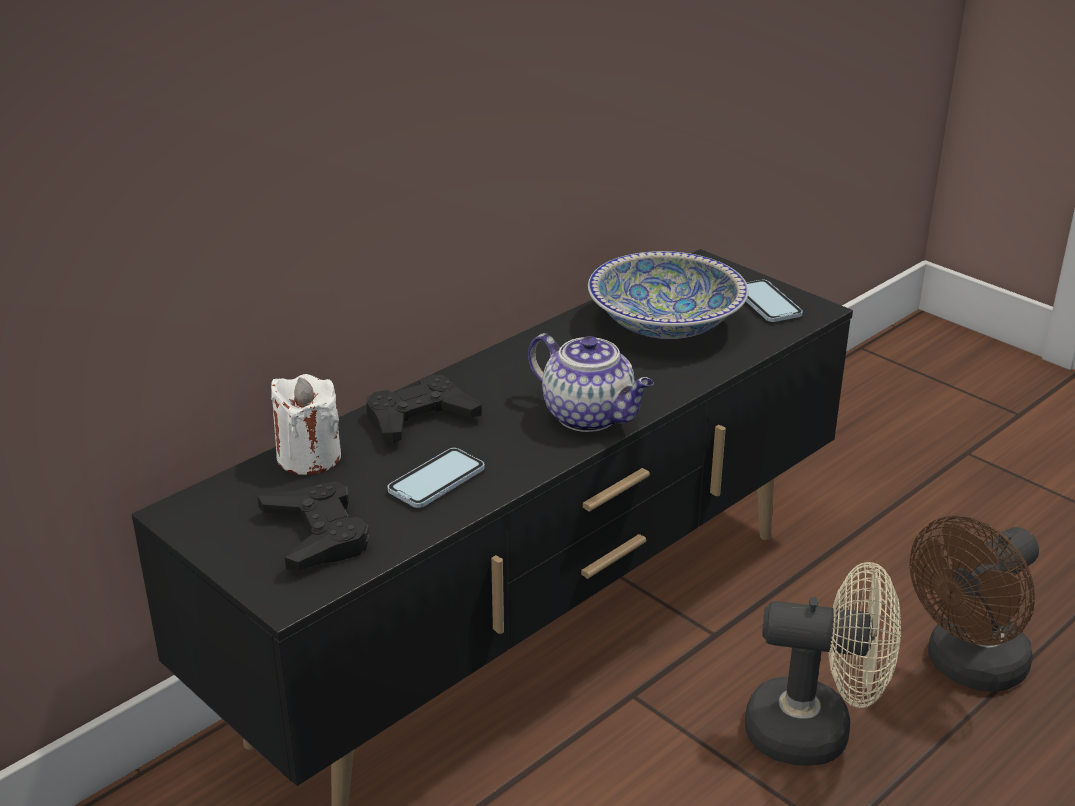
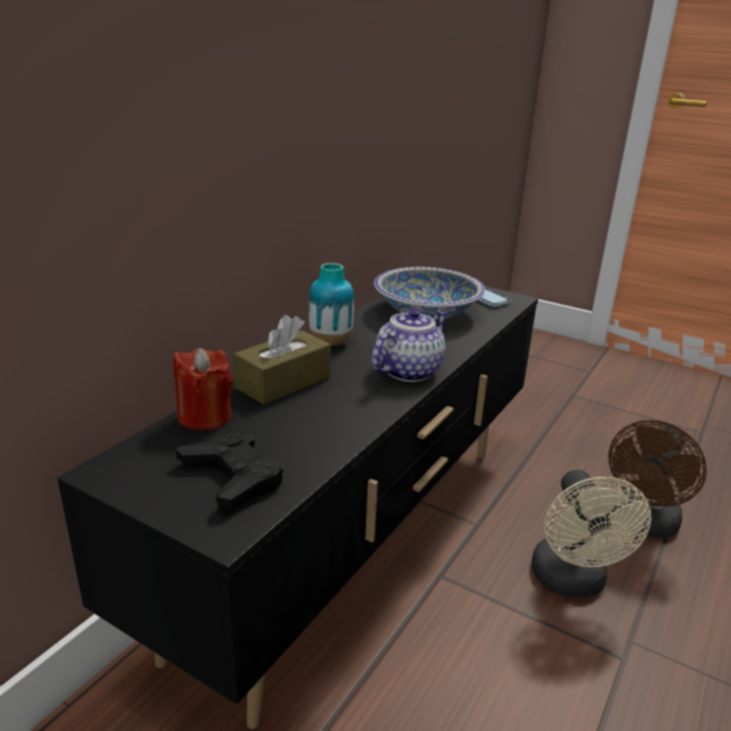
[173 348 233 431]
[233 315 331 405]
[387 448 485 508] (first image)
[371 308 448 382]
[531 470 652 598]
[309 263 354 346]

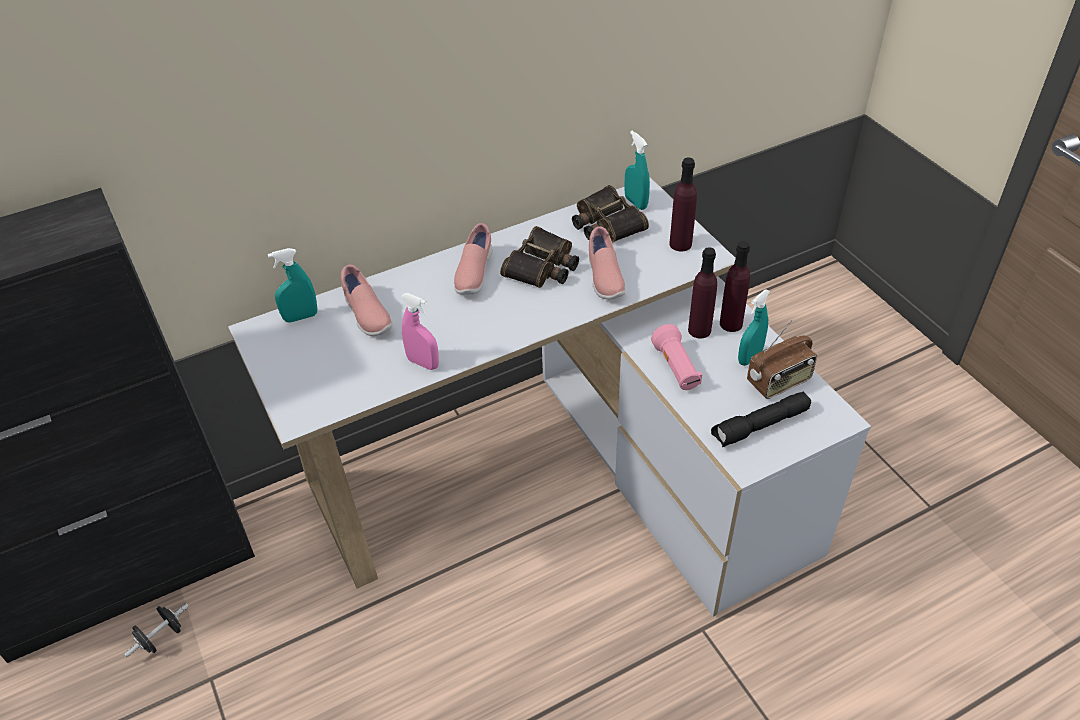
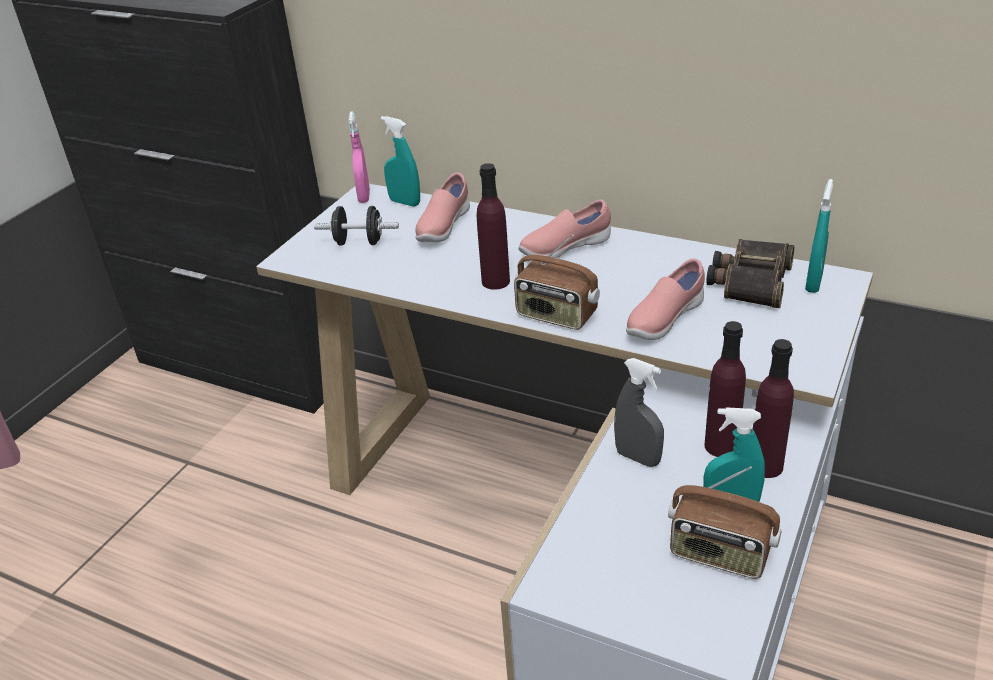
[314 206 399 246]
[348 111 370 203]
[500 226 579 288] (first image)
[614 358 664 467]
[477 163 510 290]
[711 392 811 447] (first image)
[514 234 600 330]

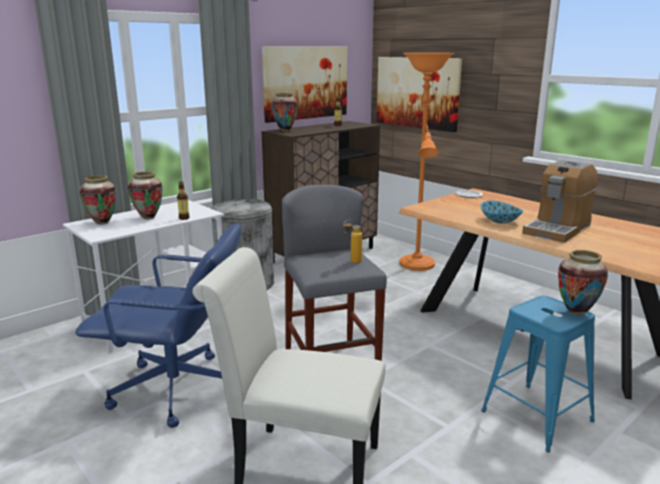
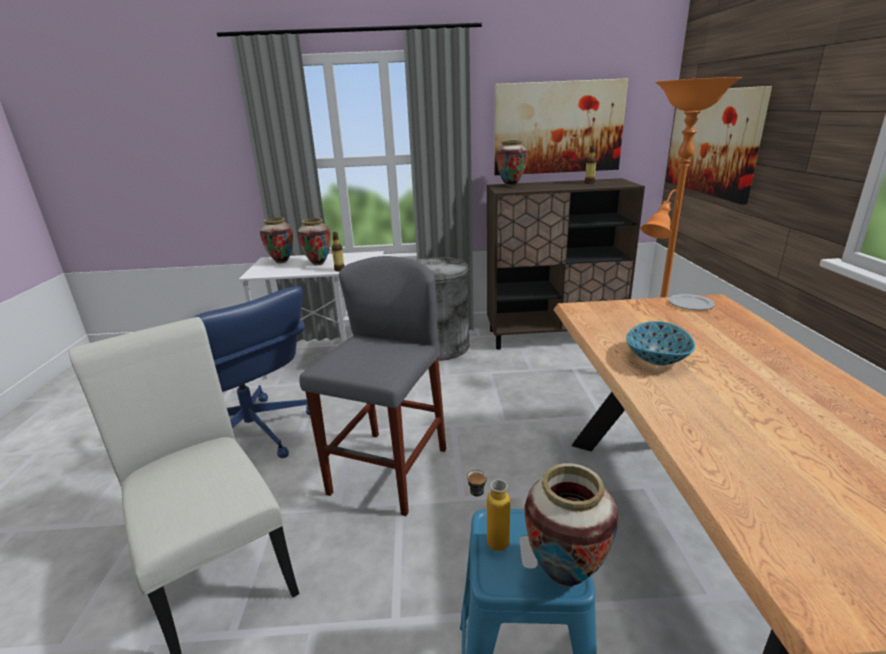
[467 469 510 551]
[522 160 598 243] (first image)

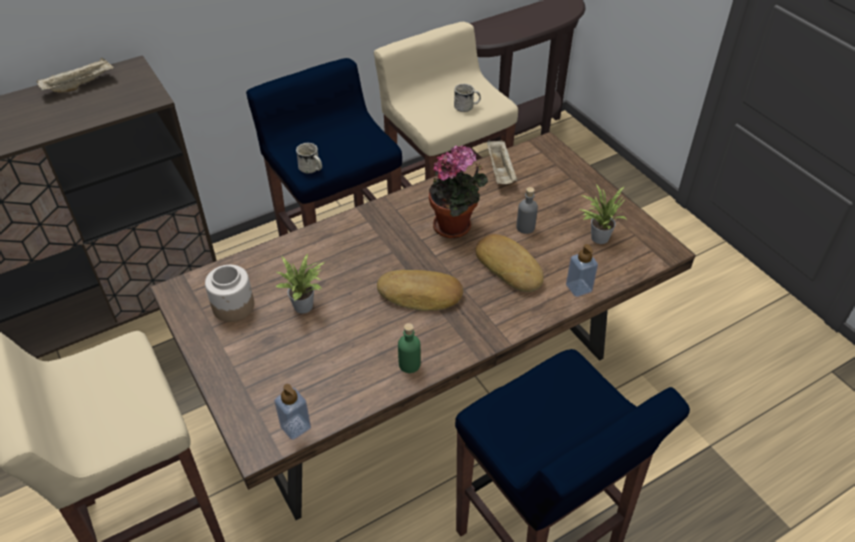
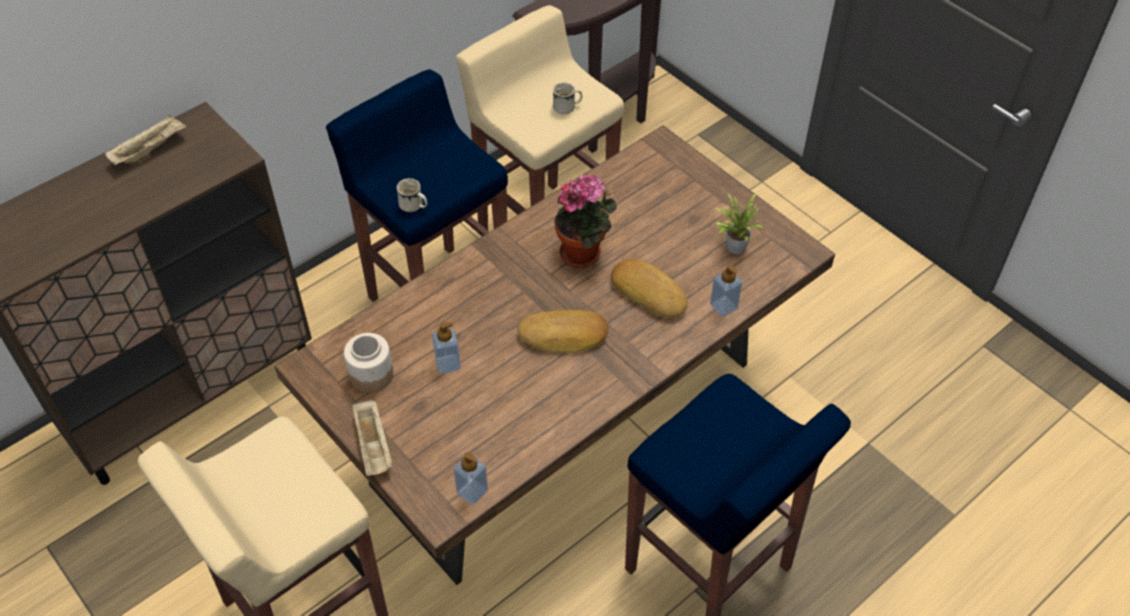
[432 322 461 374]
[398 323 421 373] (first image)
[353 399 393 476]
[516 187 538 234] (first image)

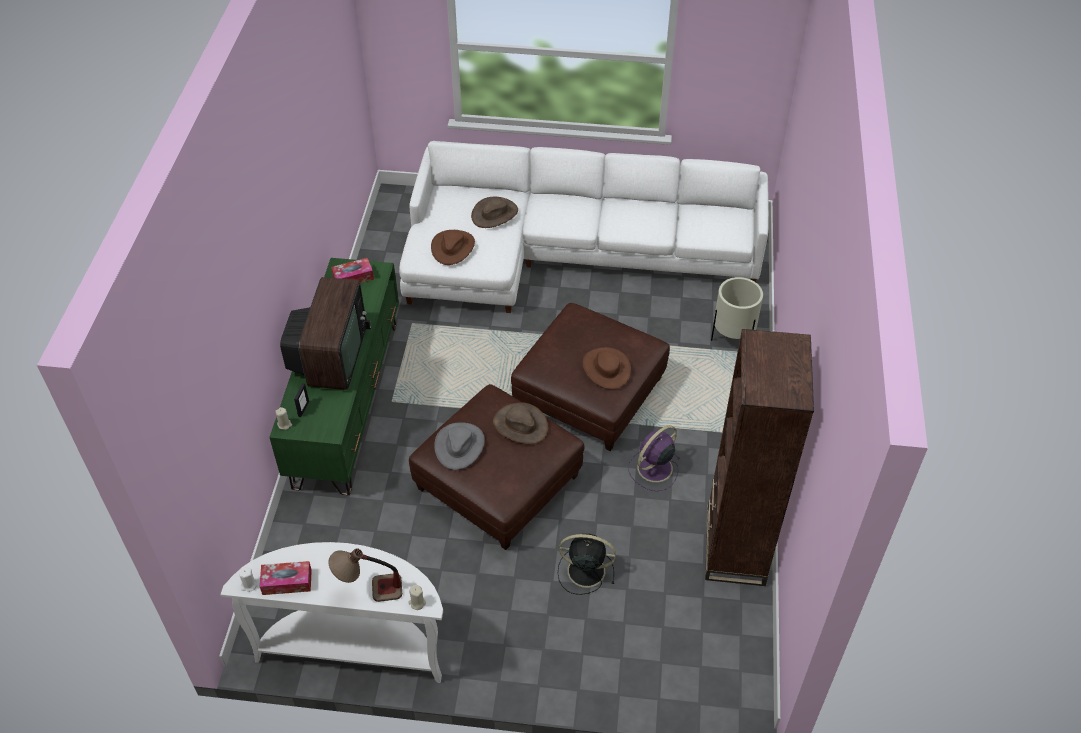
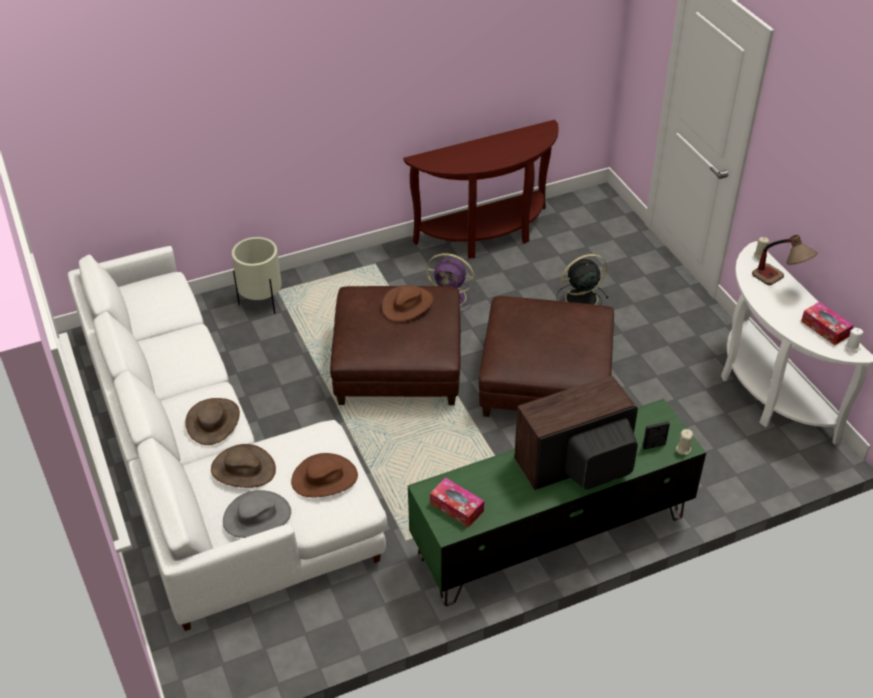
[223 490 291 538]
[186 398 240 445]
[556 254 609 305]
[403 120 559 259]

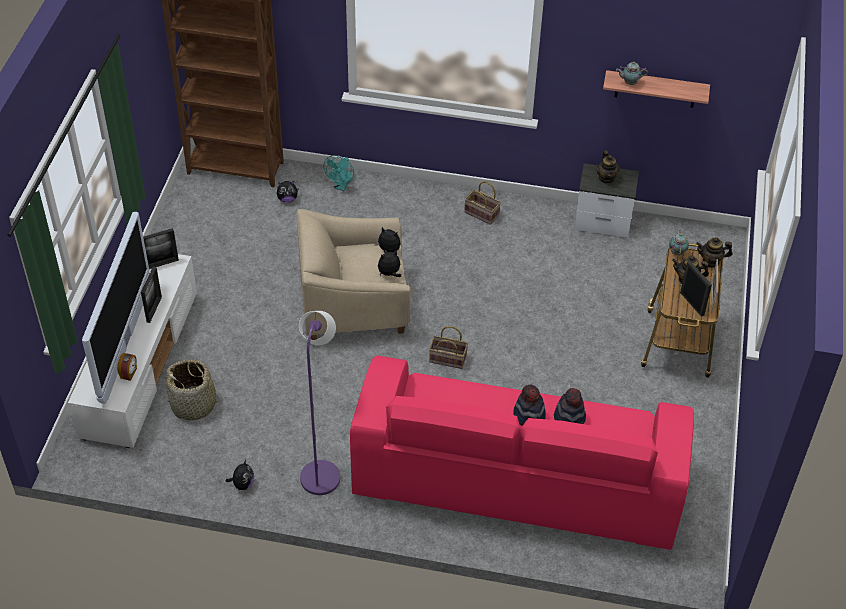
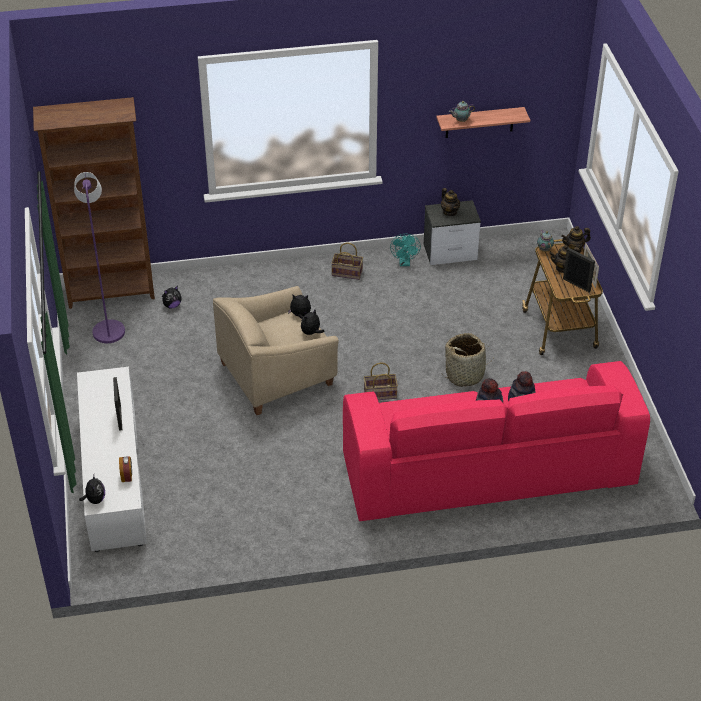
[82 212 150 404] (first image)
[143 228 179 269] (first image)
[442 333 493 387]
[79 476 105 504]
[74 172 125 343]
[390 234 421 266]

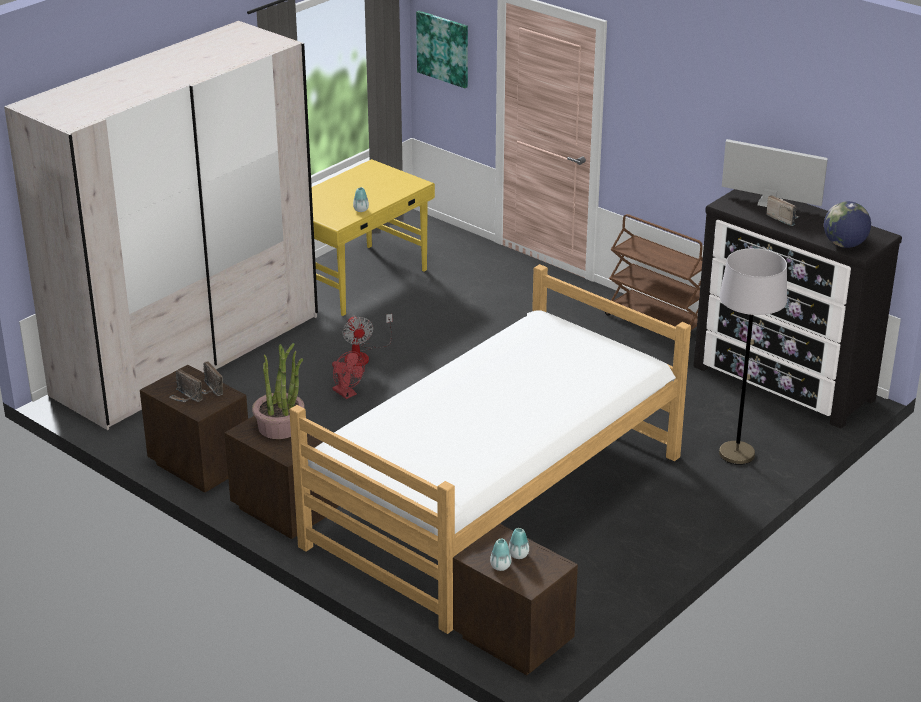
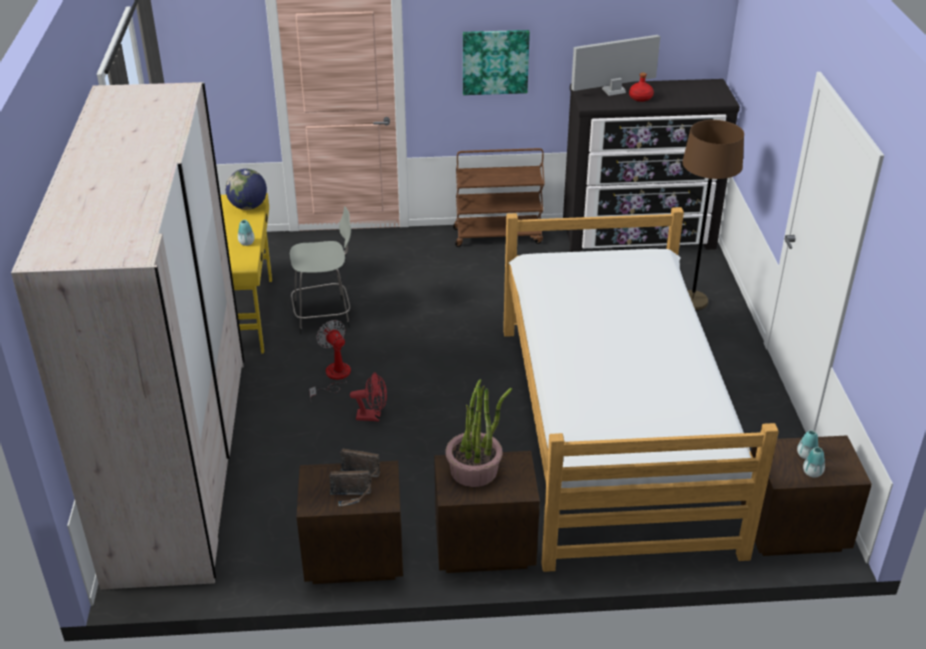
[309 320 351 403]
[463 30 530 95]
[682 120 744 311]
[629 73 654 102]
[225 169 267 210]
[290 206 351 334]

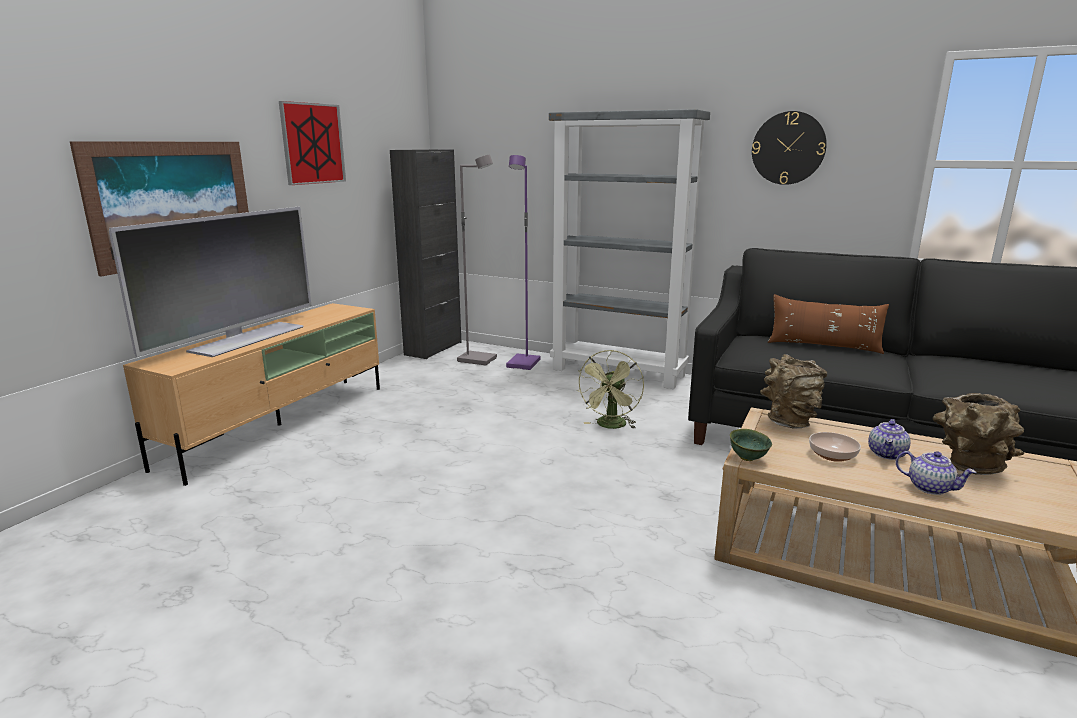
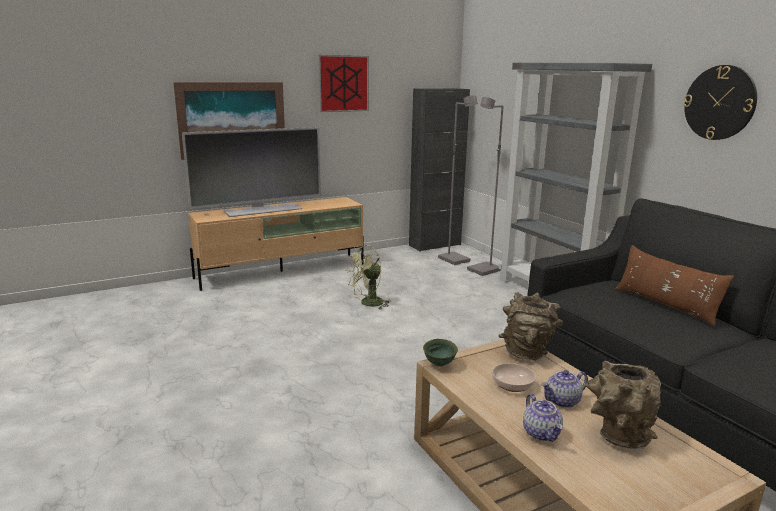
[467 97 504 276]
[346 245 391 309]

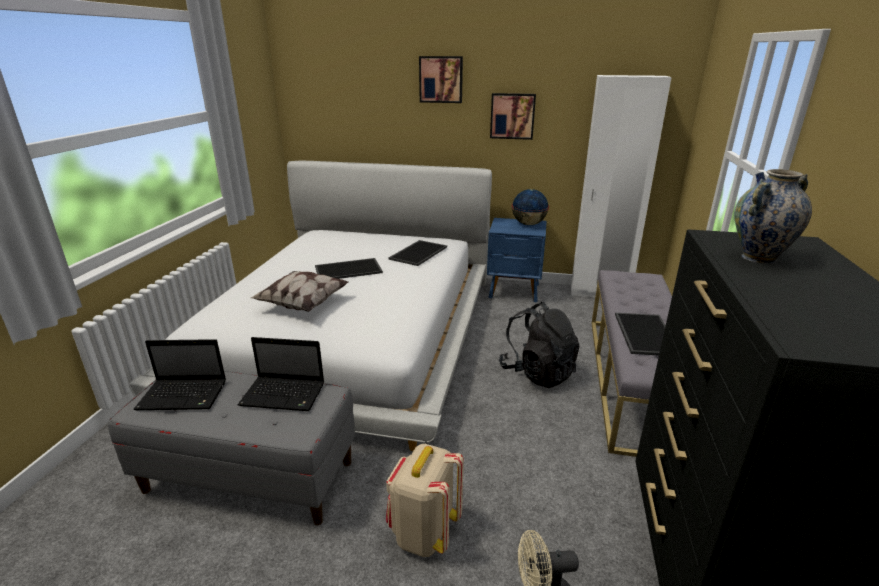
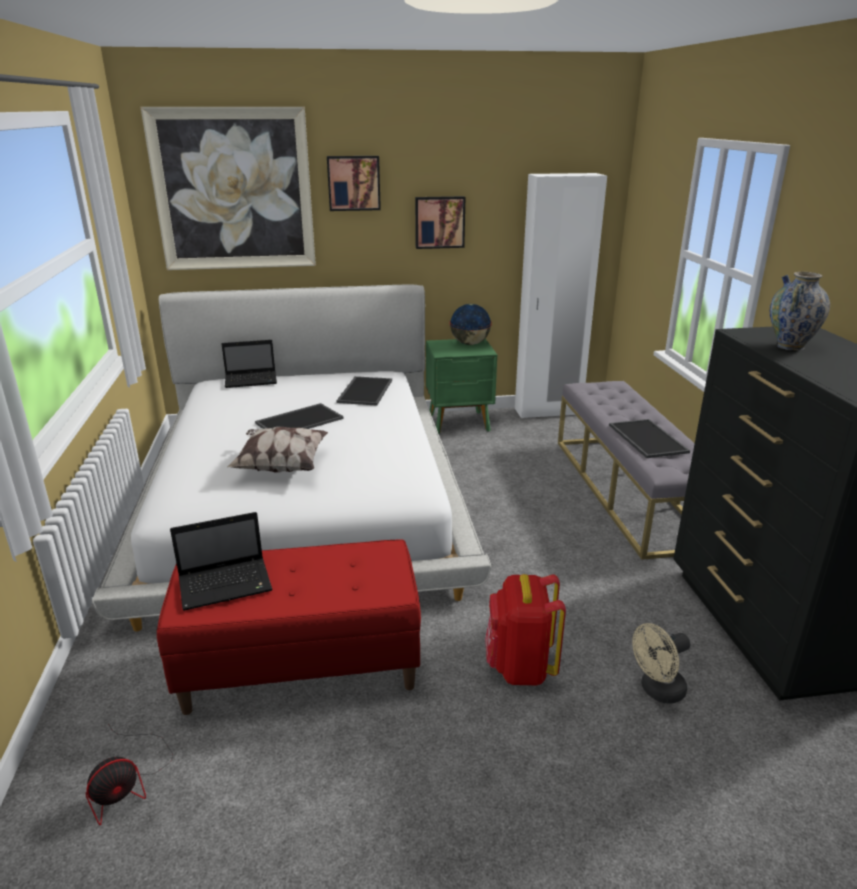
[157 539 421 715]
[222 340 277 388]
[485 574 566 685]
[426 339 497 434]
[499 302 579 388] (first image)
[85 724 173 825]
[141 107 316 270]

